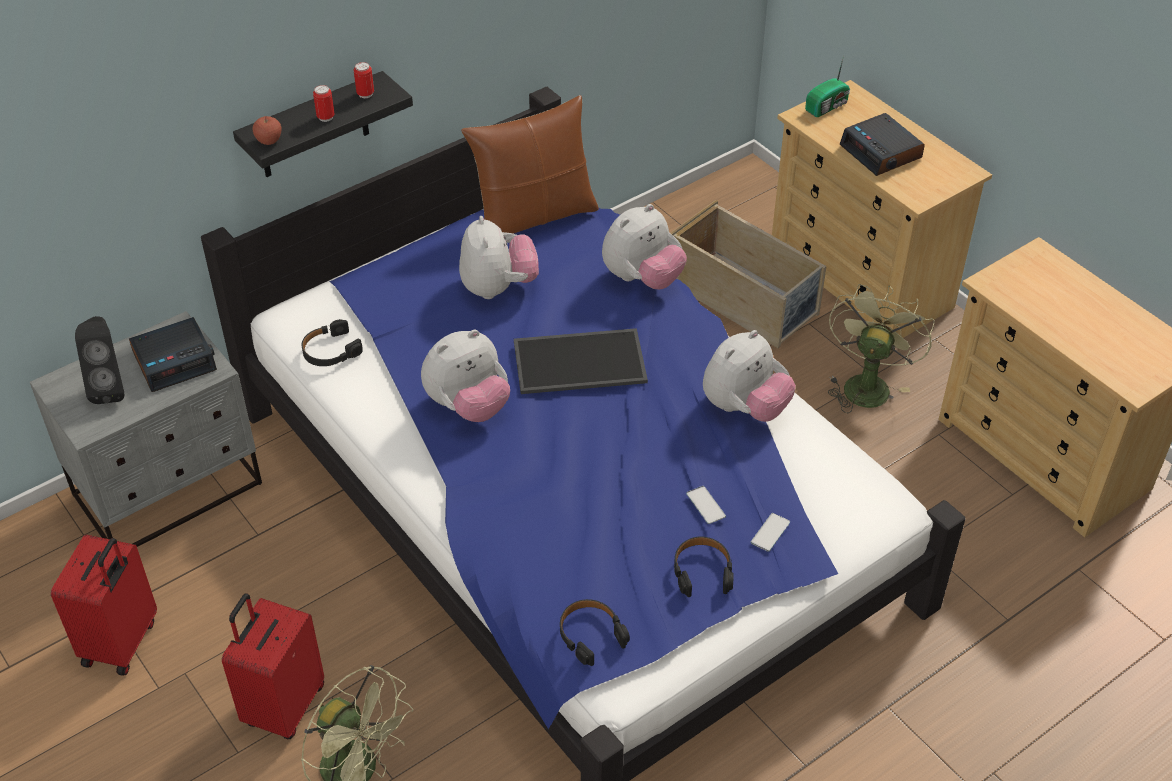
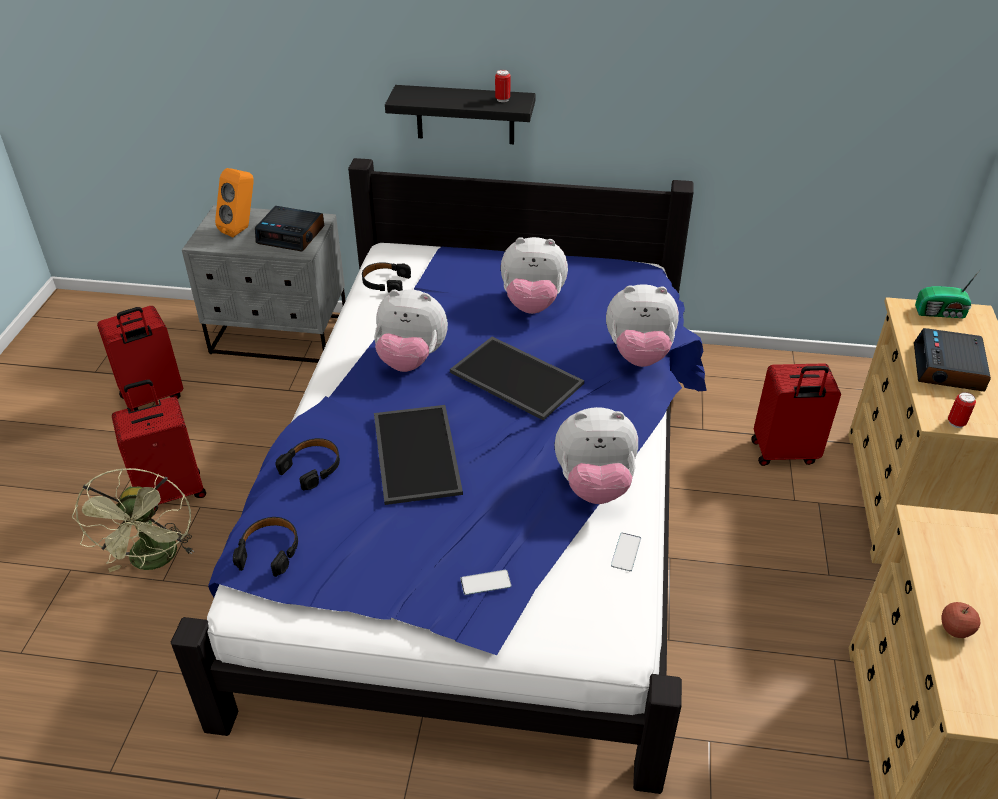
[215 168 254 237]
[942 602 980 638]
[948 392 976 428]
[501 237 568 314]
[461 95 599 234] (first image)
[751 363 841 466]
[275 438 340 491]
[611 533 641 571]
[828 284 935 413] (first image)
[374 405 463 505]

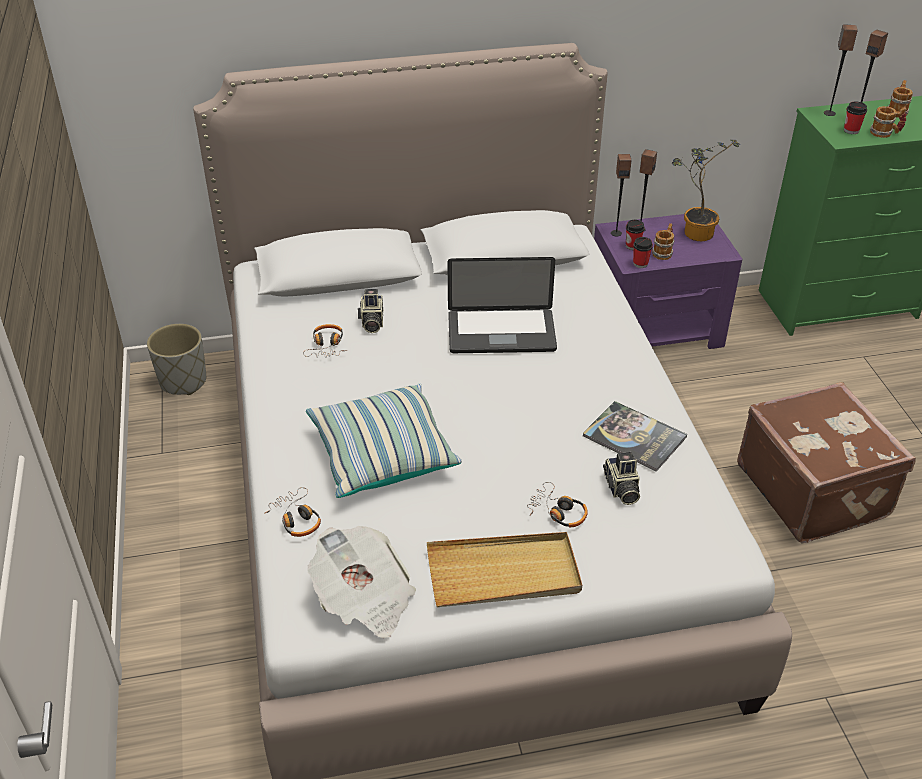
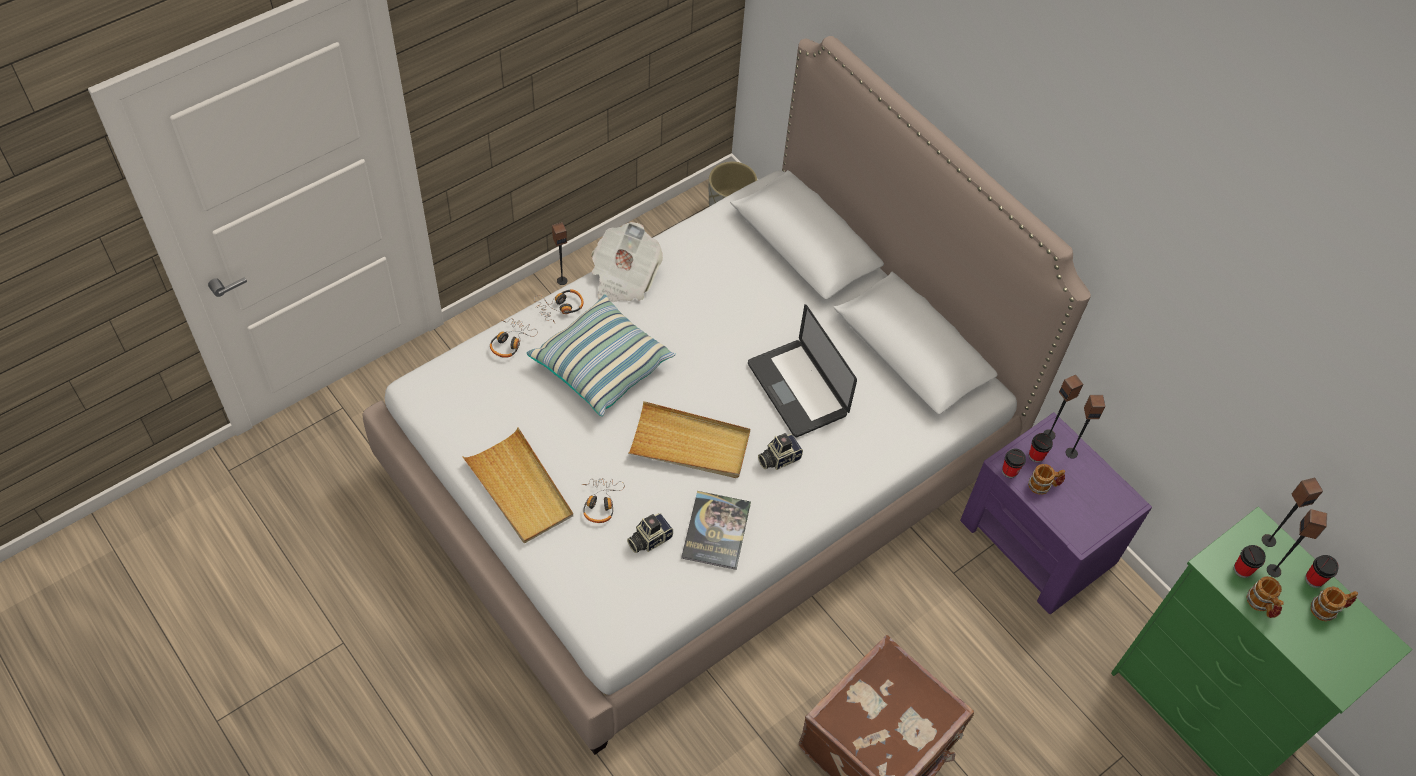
[534 289 584 323]
[591 222 663 302]
[758 433 803 470]
[672 140 741 241] (first image)
[552 222 568 285]
[628 401 750 478]
[1305 555 1339 588]

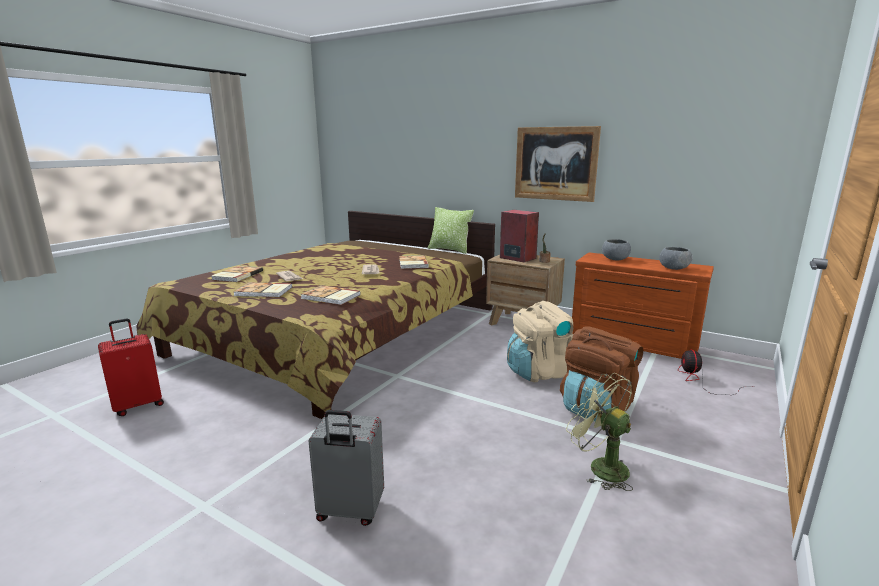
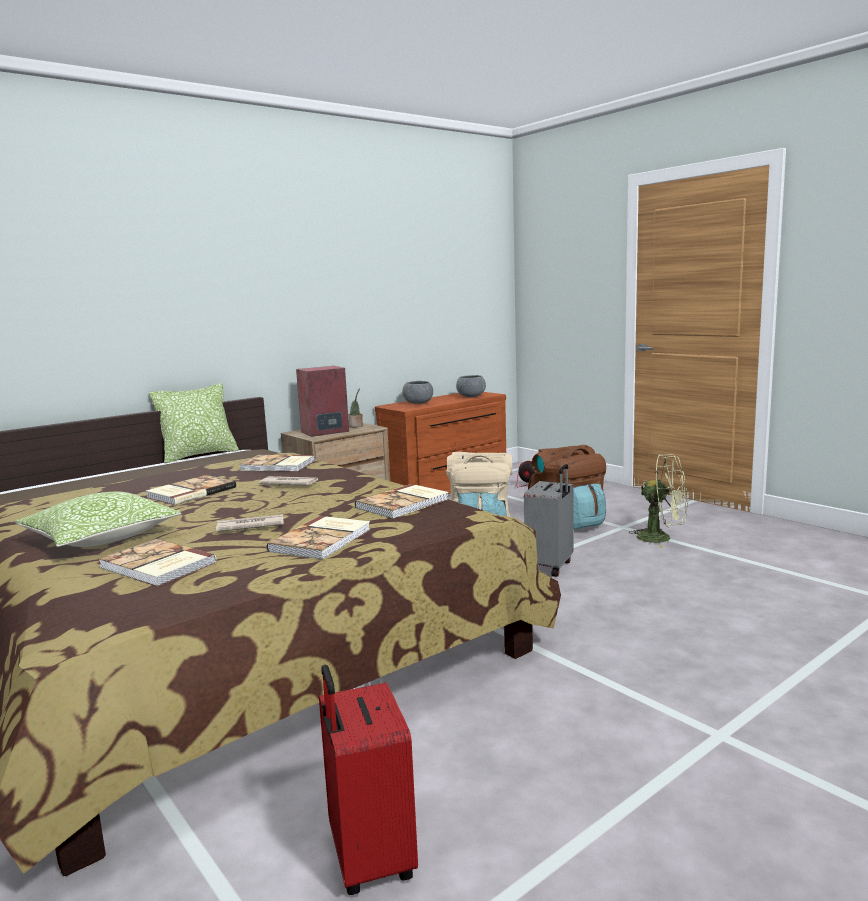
[524 464 574 577]
[515 126 601 202] (first image)
[629 454 688 548]
[15 492 181 547]
[146 475 236 505]

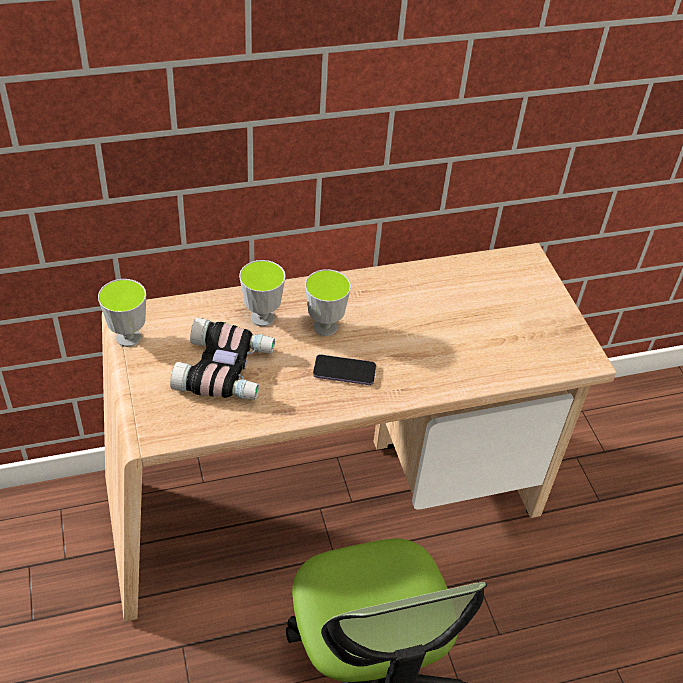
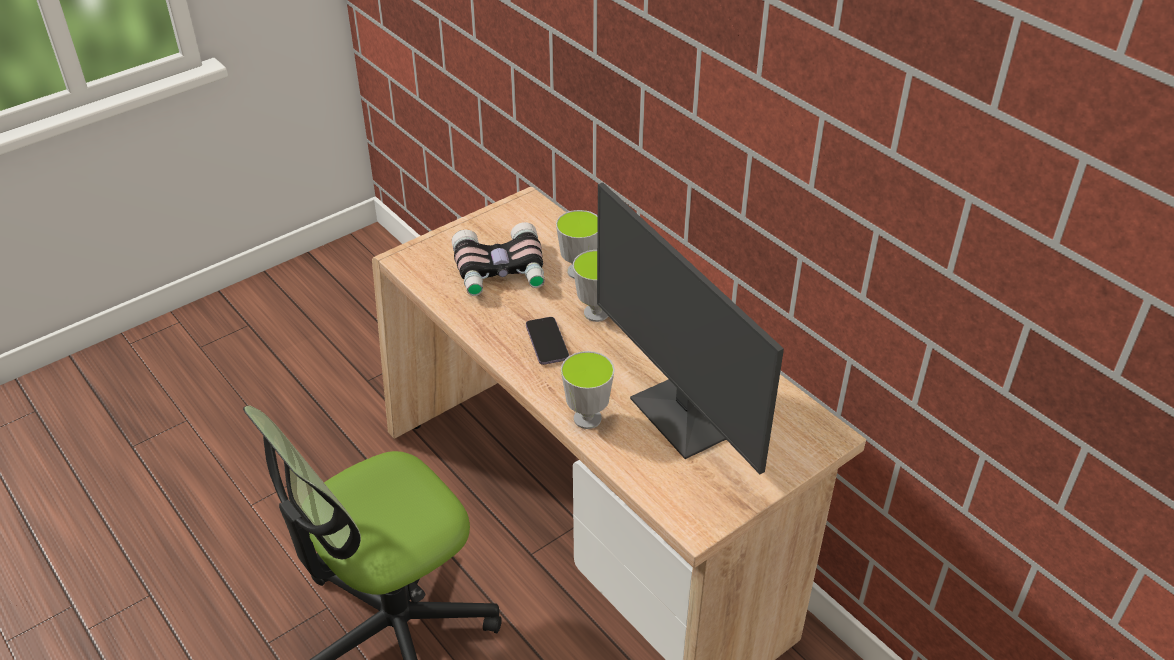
[561 351 615 429]
[597 183 784 474]

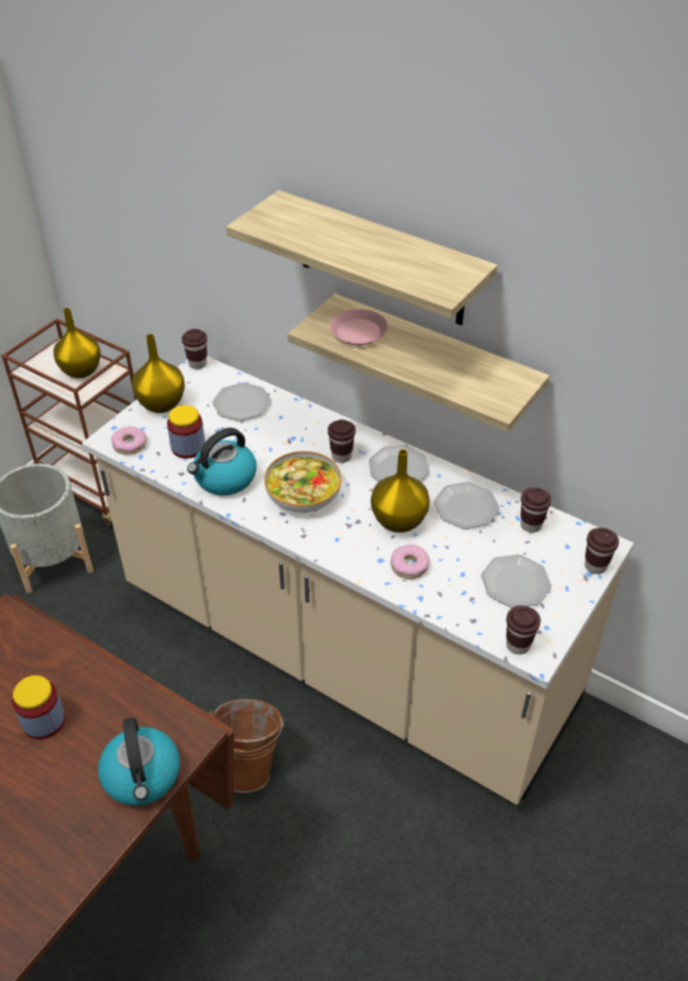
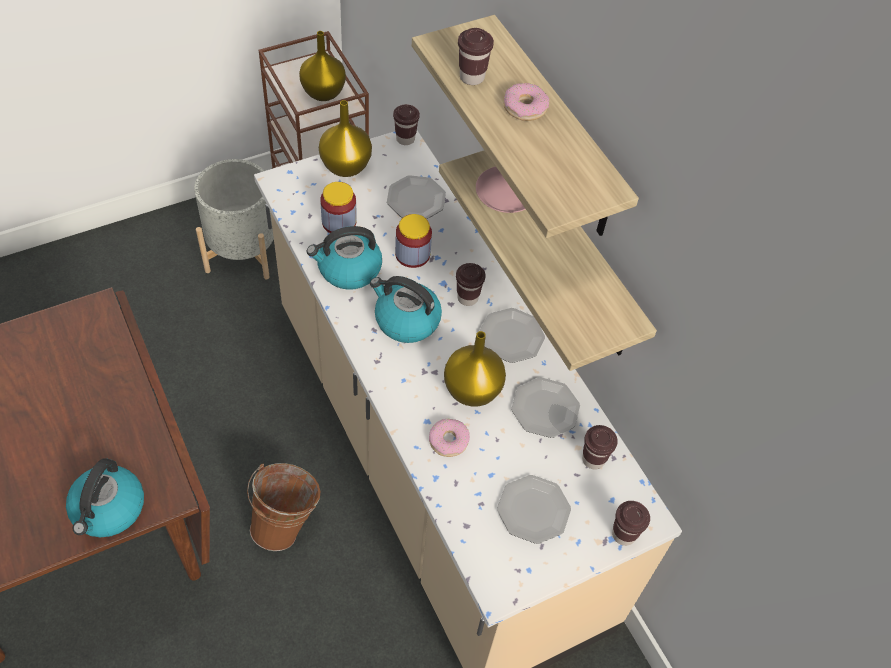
[395 214 432 268]
[504 83 549 121]
[370 276 442 343]
[458 28 494 85]

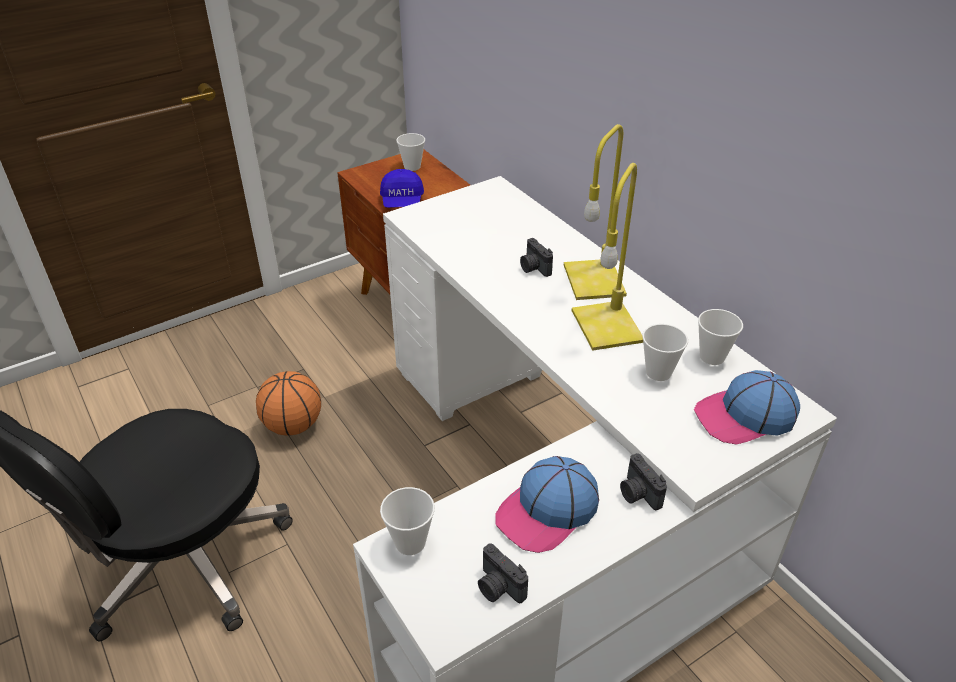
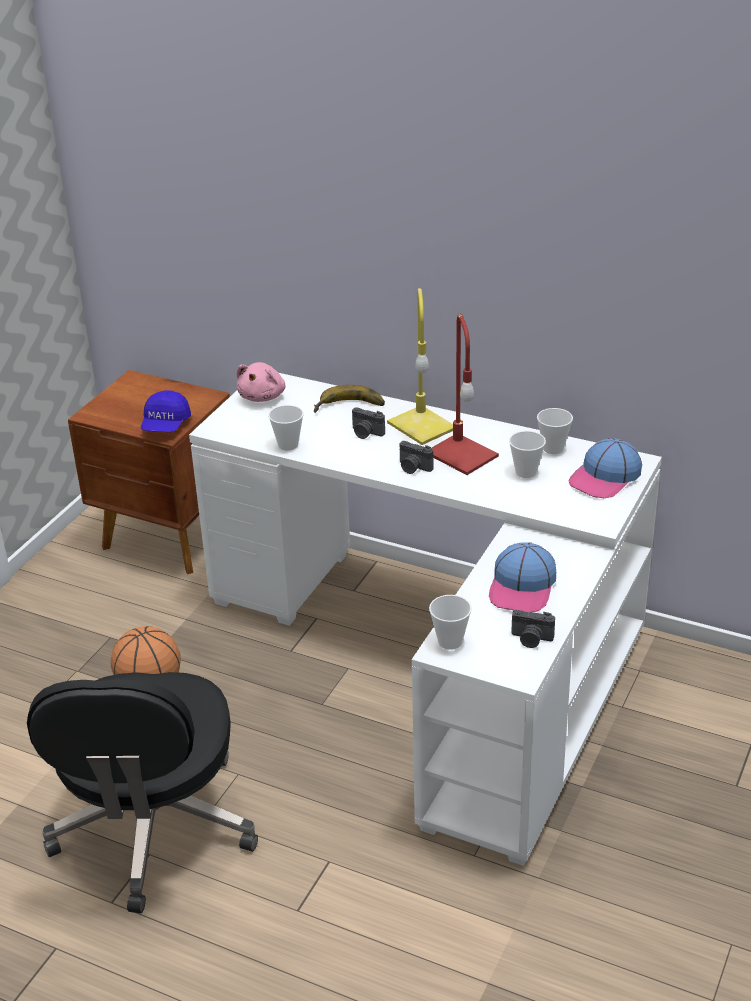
[141 390 191 432]
[268 405 304 450]
[431 314 499 475]
[400 441 433 474]
[237 362 286 402]
[314 385 385 413]

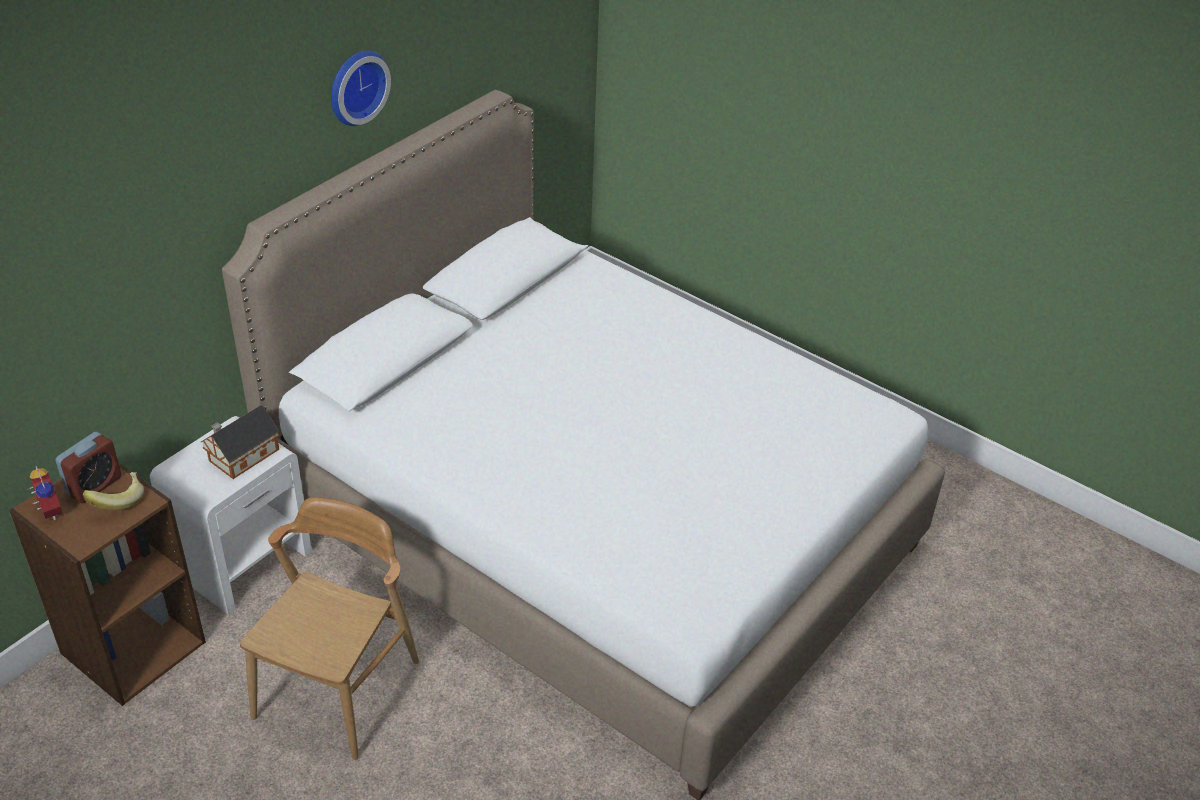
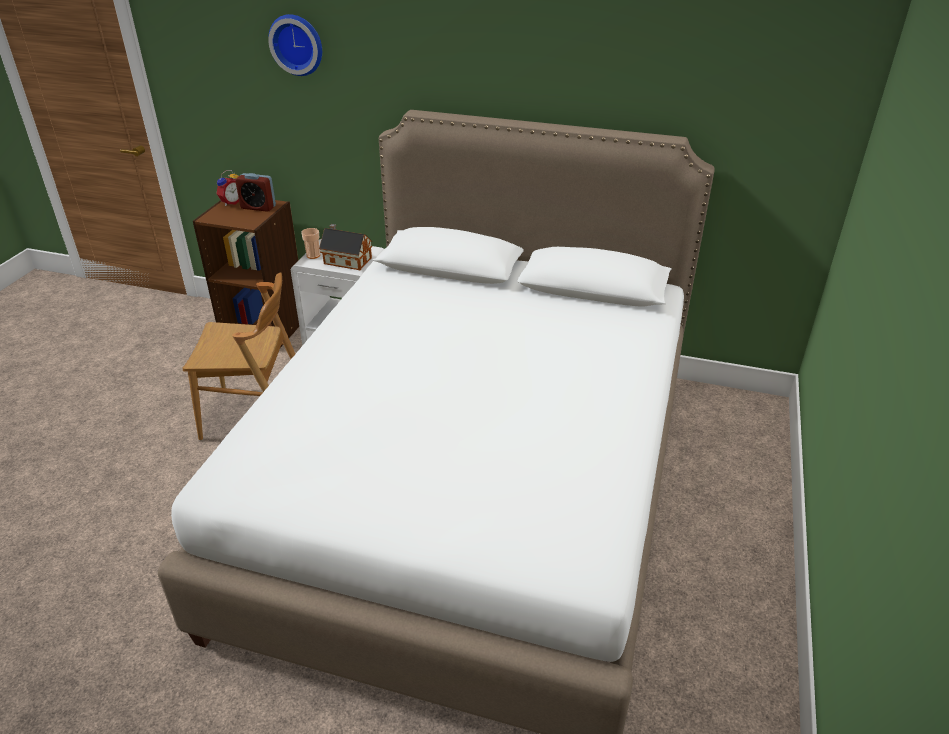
[83 472 144 510] (first image)
[268 14 322 76]
[301 228 320 259]

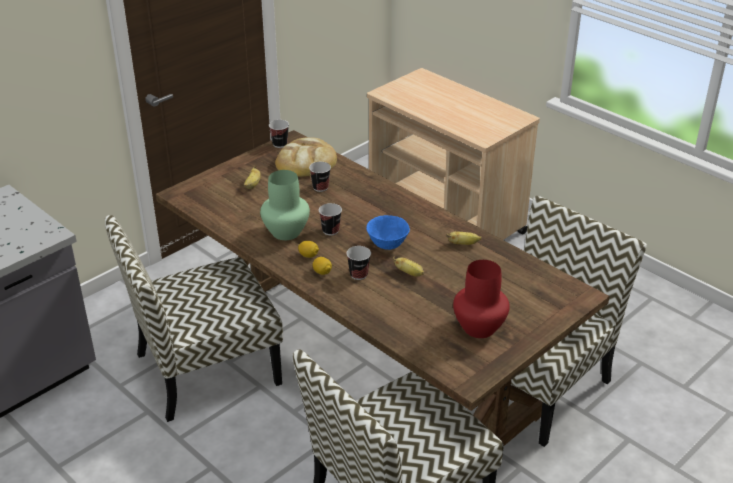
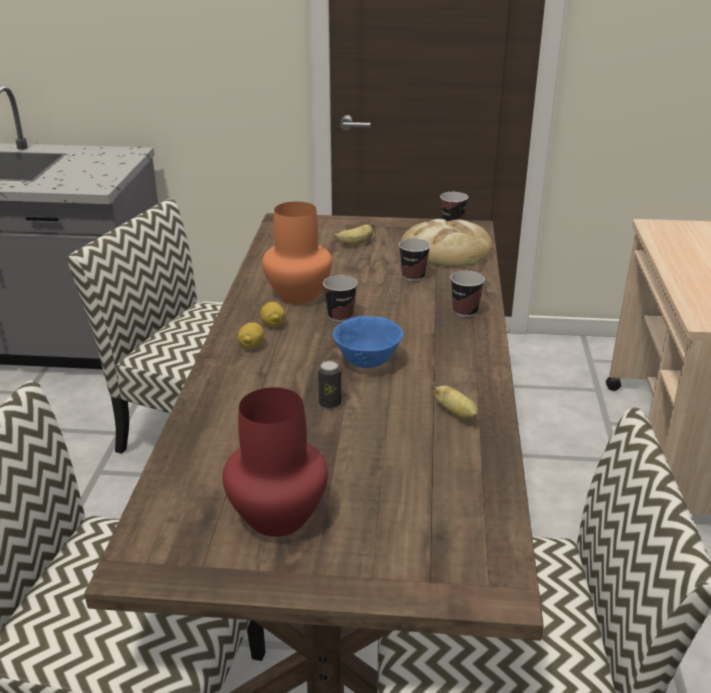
[262 202 332 304]
[450 271 485 317]
[318 361 341 409]

